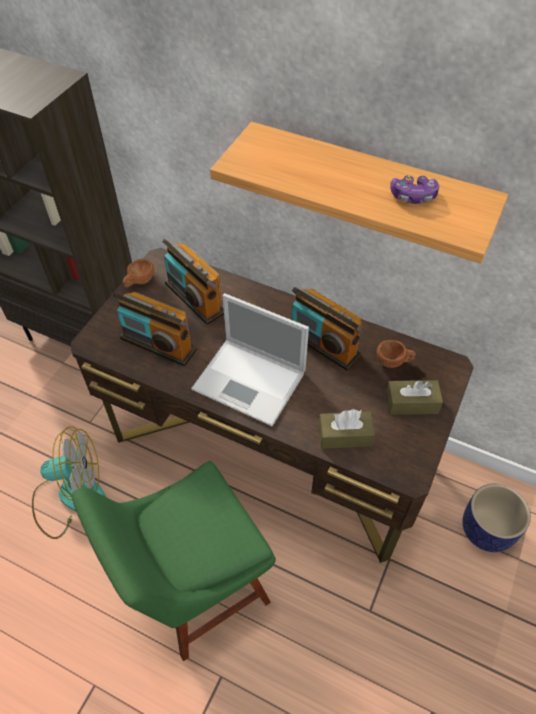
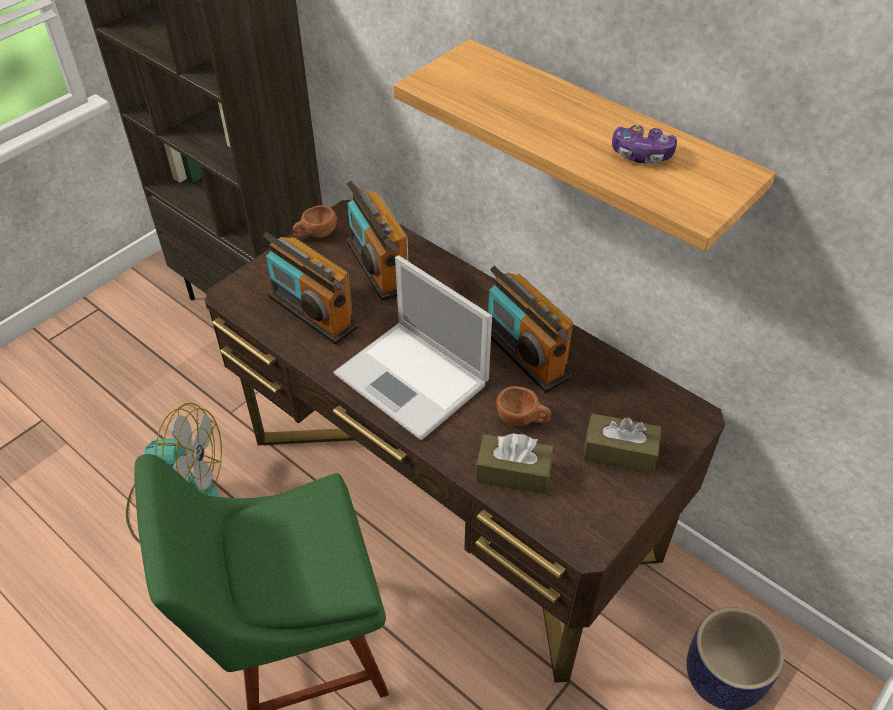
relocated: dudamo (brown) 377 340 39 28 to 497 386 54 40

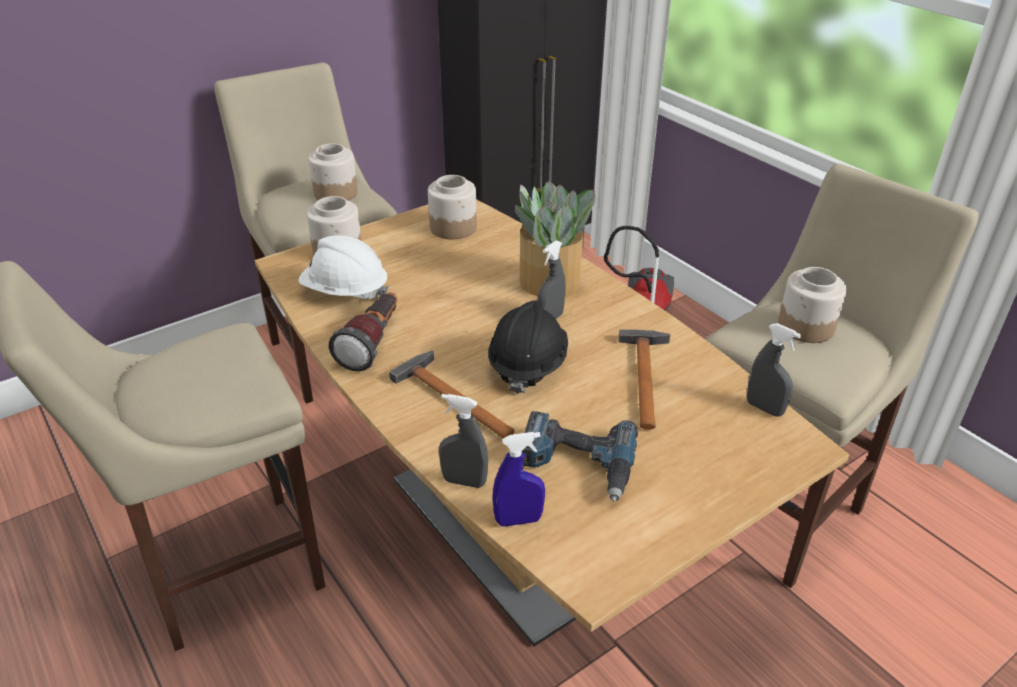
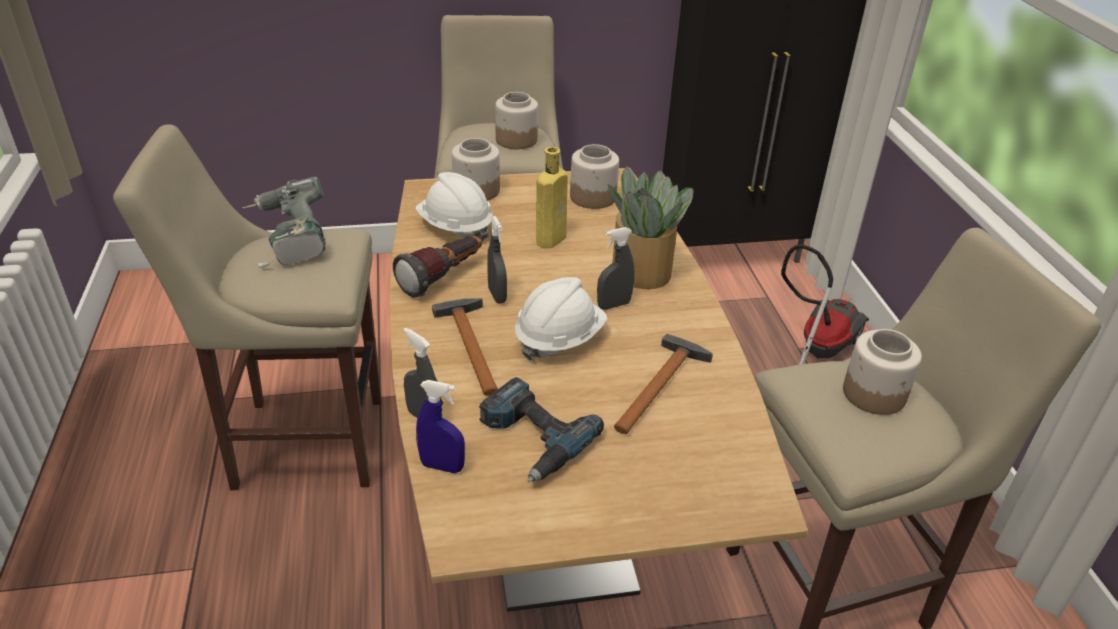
appeared: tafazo 242 176 84 92; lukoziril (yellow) 536 147 32 101
relocated: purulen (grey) 747 323 54 94 to 487 216 20 87
colour: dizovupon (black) 488 300 80 94 to dizovupon (white) 515 277 92 84

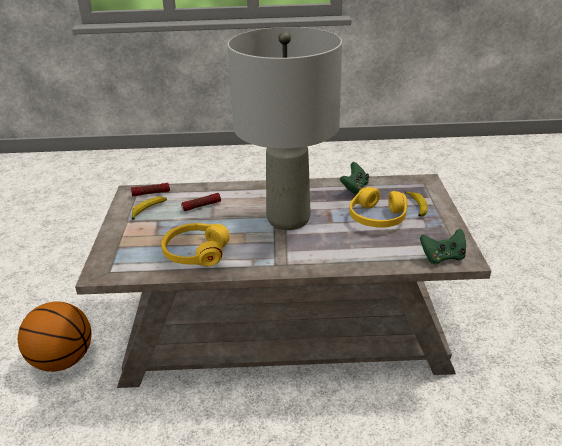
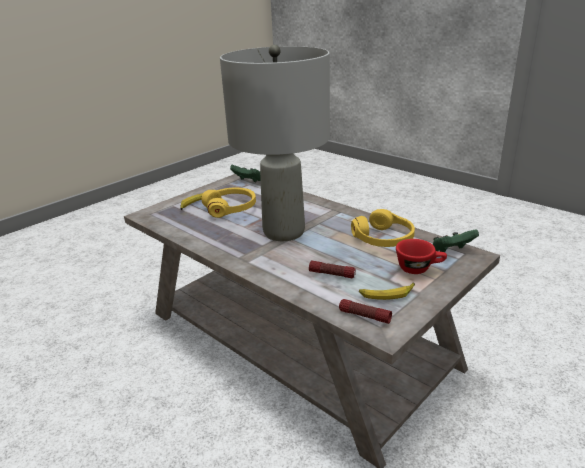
missing: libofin 18 302 74 70
appeared: dudamo (red) 396 239 51 35
relocated: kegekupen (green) 340 162 30 33 to 433 229 46 23

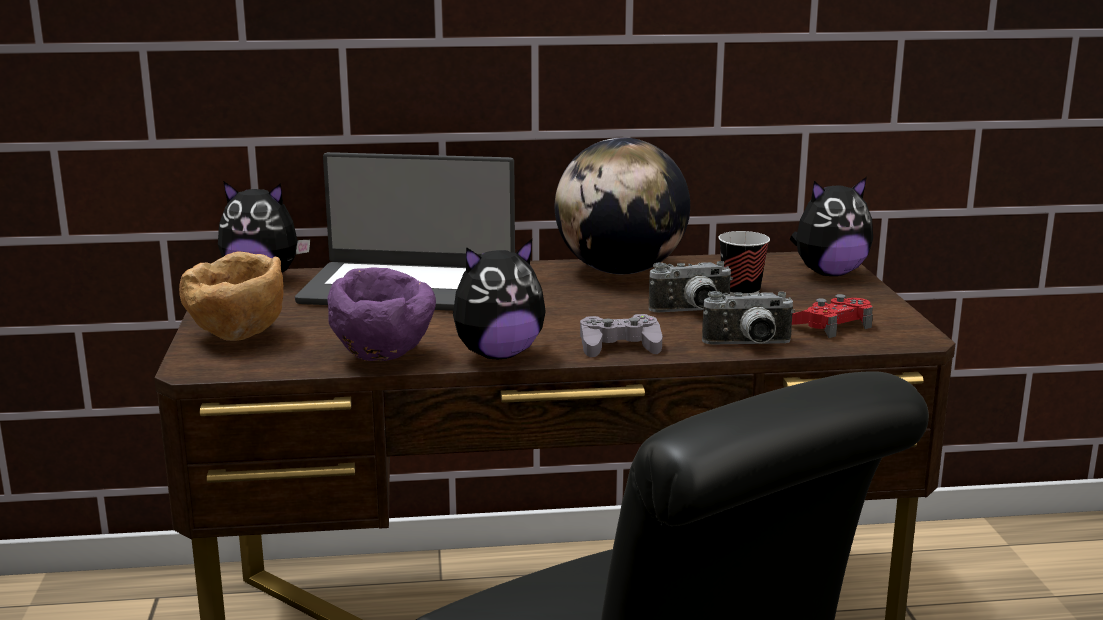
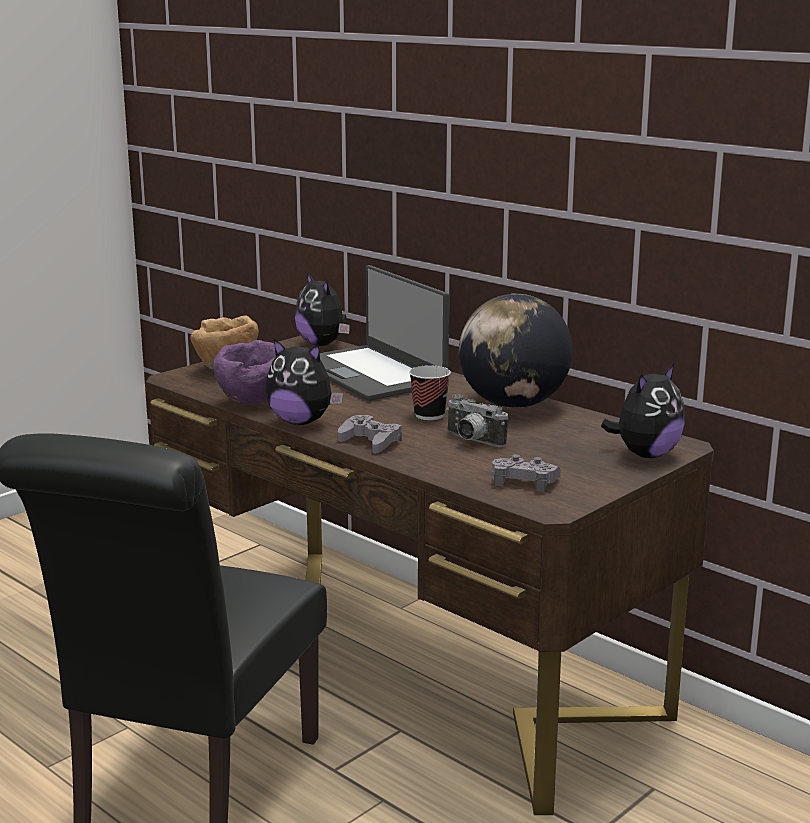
missing: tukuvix 702 291 93 53
relocated: dudamo 718 231 52 65 to 409 365 42 55
colour: kegekupen (red) 792 294 81 44 to kegekupen (grey) 492 454 69 38
spun: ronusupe 790 177 83 99 = 601 364 84 94 75 degrees counterclockwise

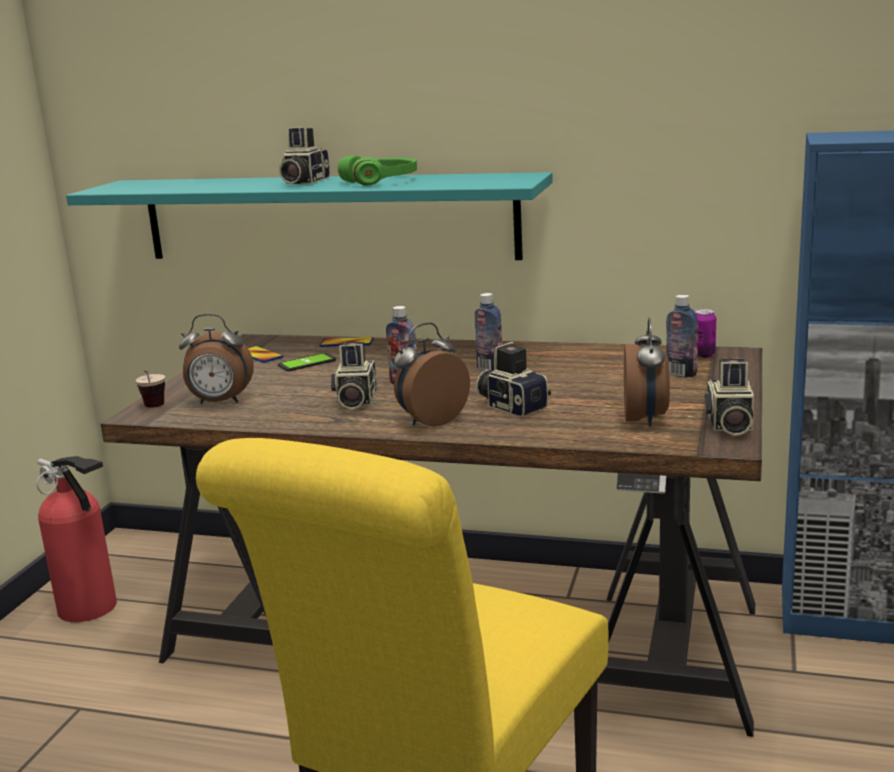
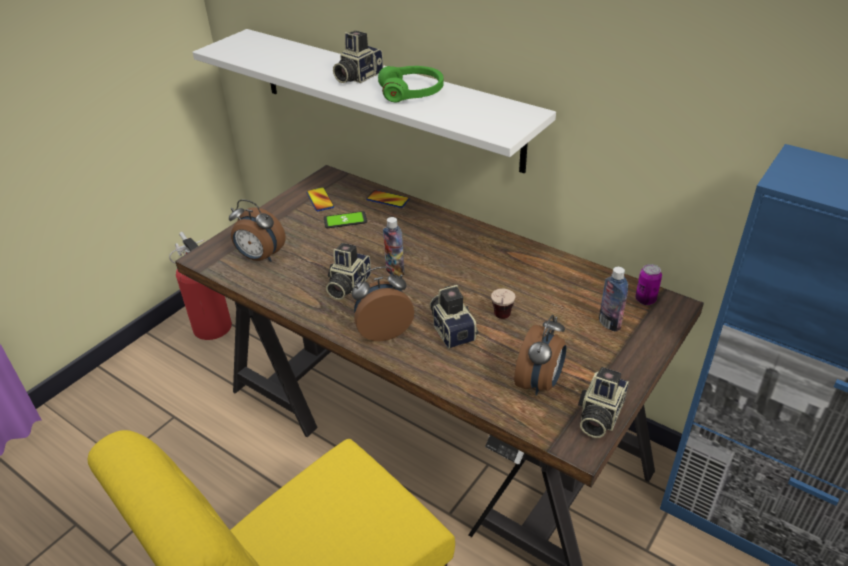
missing: lukoziril 475 293 27 78
relocated: dudamo 136 371 29 37 to 491 289 25 30
colour: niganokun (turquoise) 66 172 487 88 to niganokun (white) 192 29 364 144

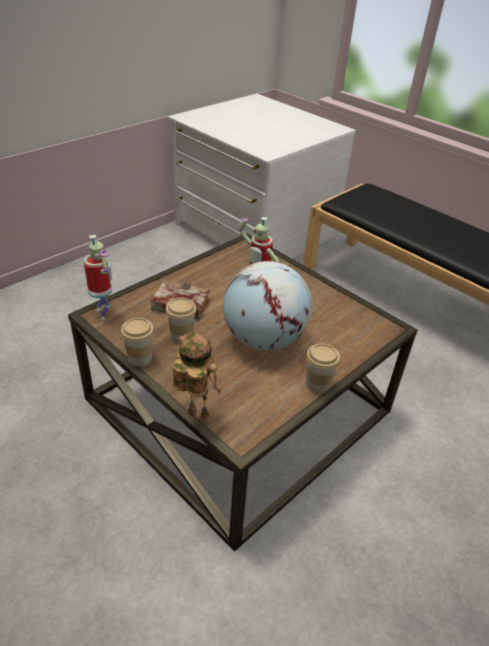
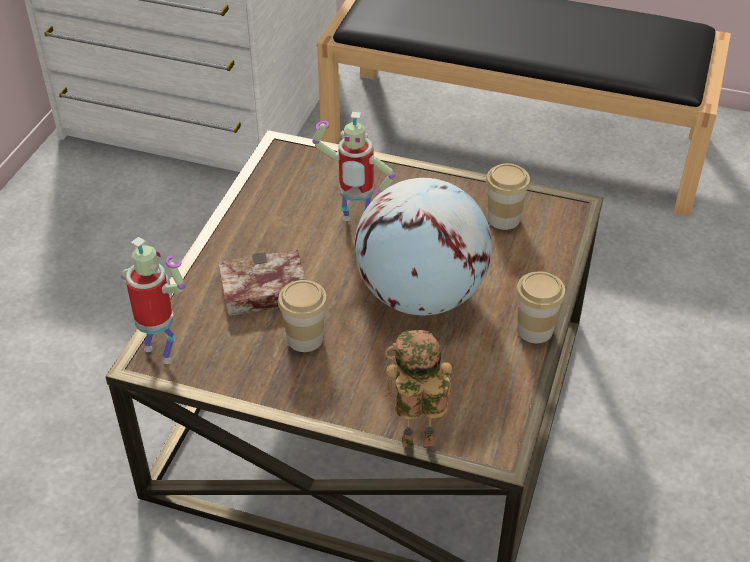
relocated: dudamo 121 318 33 48 to 486 163 44 67

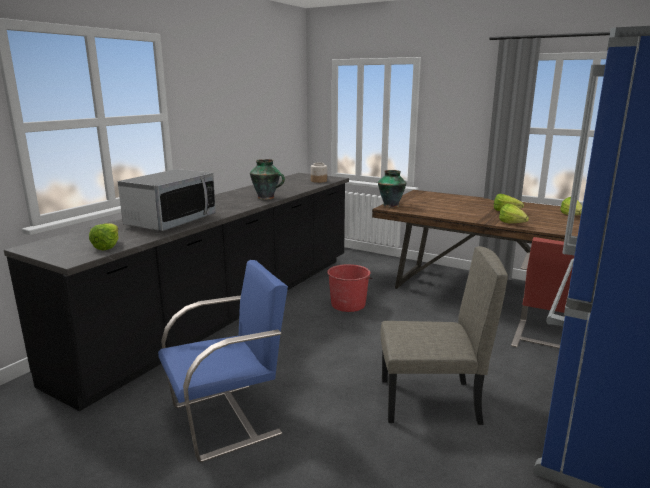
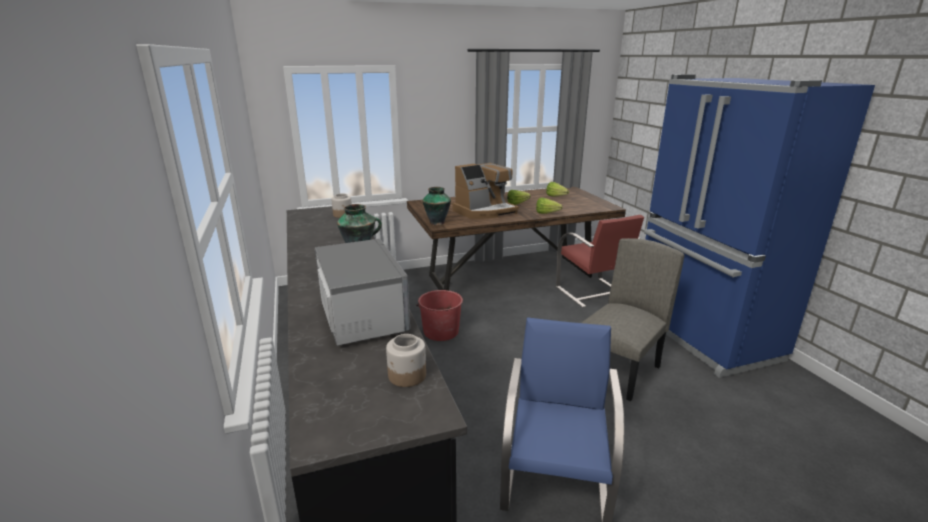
appeared: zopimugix 452 163 67 56
exchanged: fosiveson 89 223 30 28 to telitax 386 334 40 53

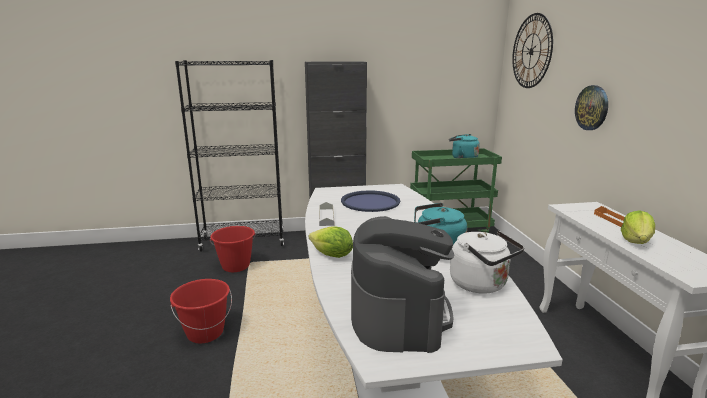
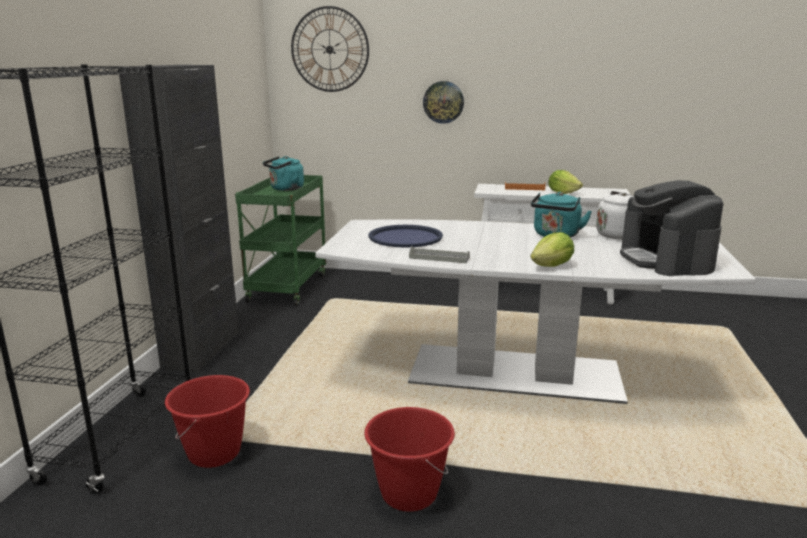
spun: zopimugix 351 216 103 137 = 620 180 103 96 120 degrees counterclockwise

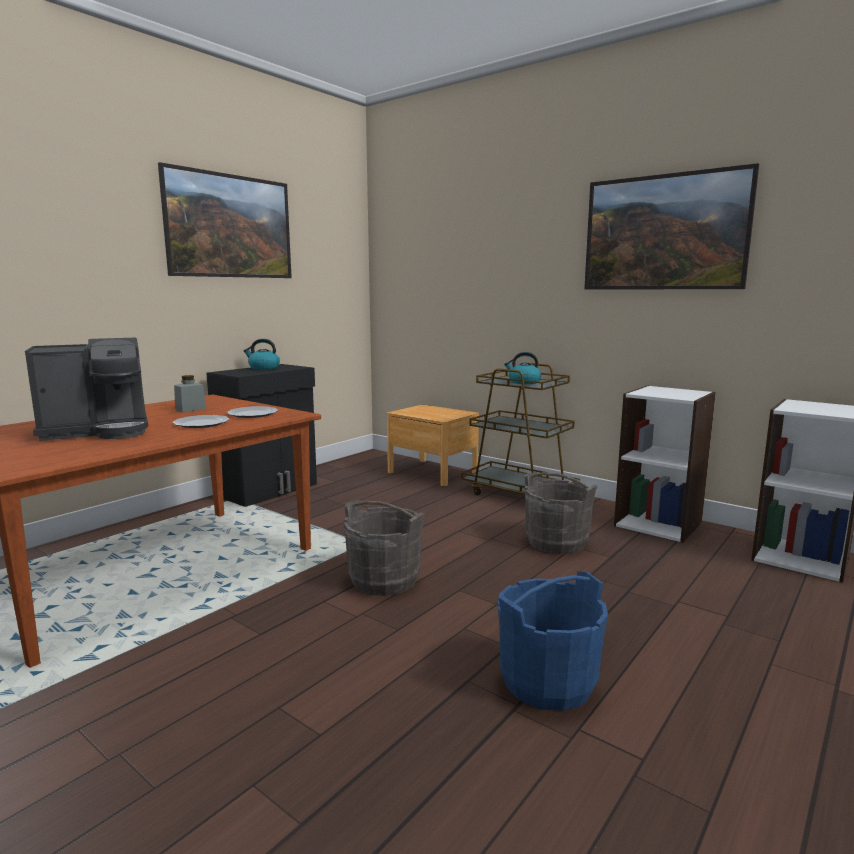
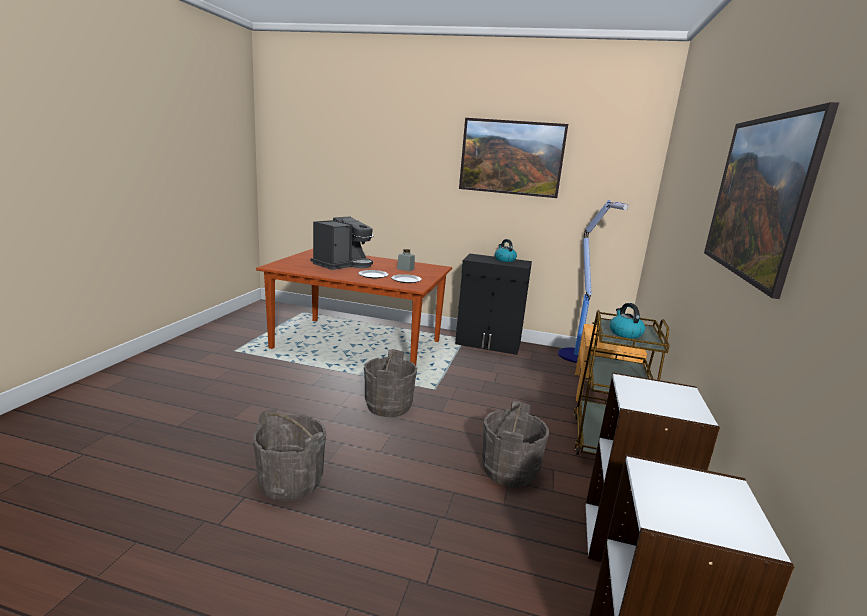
appeared: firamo 558 200 70 163
colour: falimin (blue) 498 571 110 140 to falimin (grey) 253 408 73 93
spun: zopimugix 25 338 123 103 = 311 217 63 53 90 degrees counterclockwise

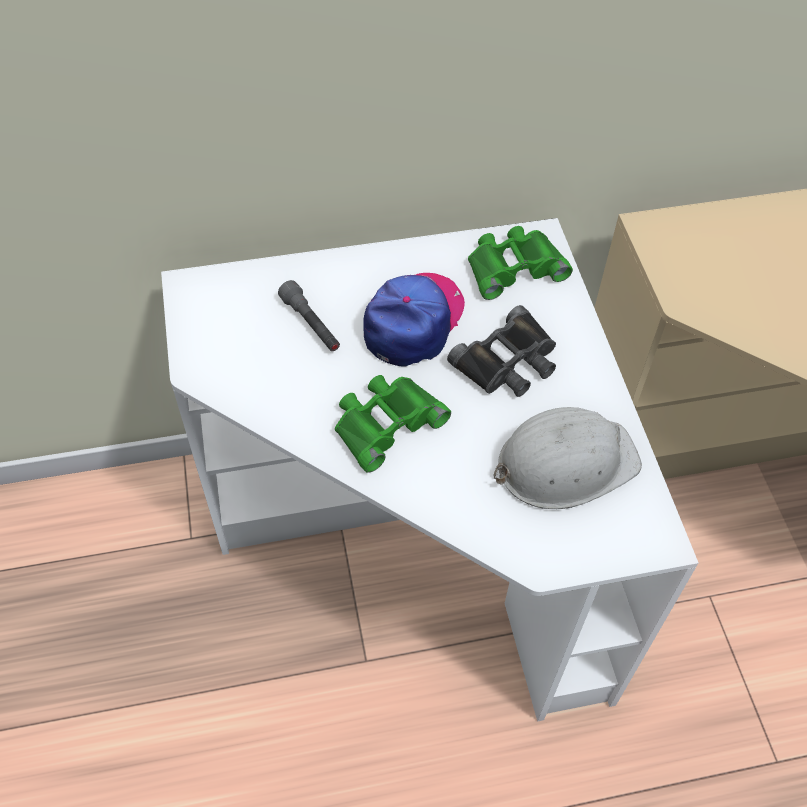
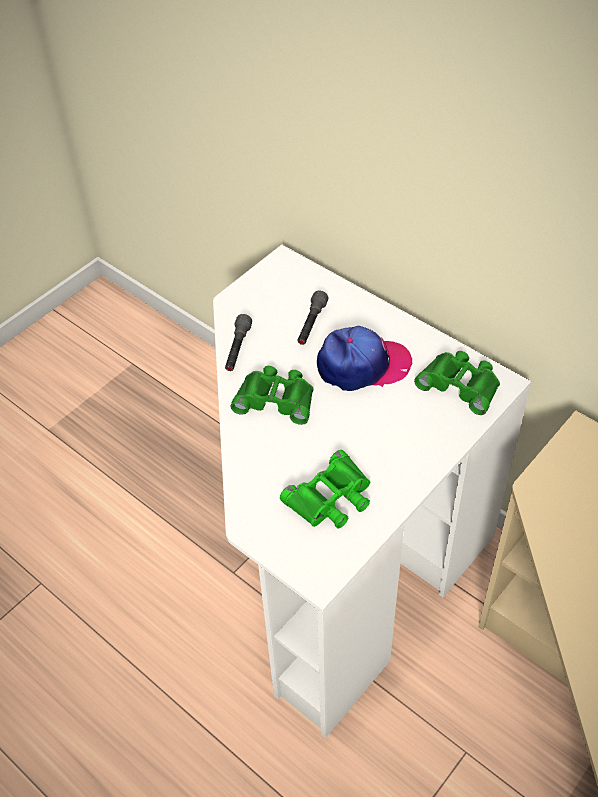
missing: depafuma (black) 447 305 109 92
appeared: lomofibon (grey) 225 314 27 57
exchanged: dizovupon (white) 494 407 148 102 to depafuma (green) 280 450 90 78

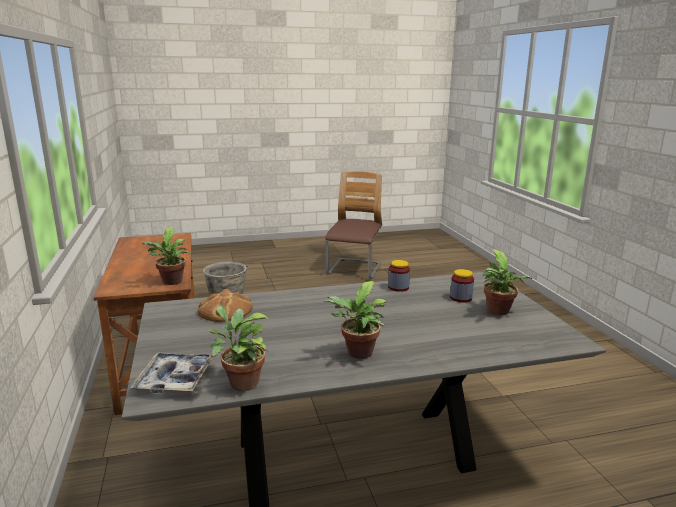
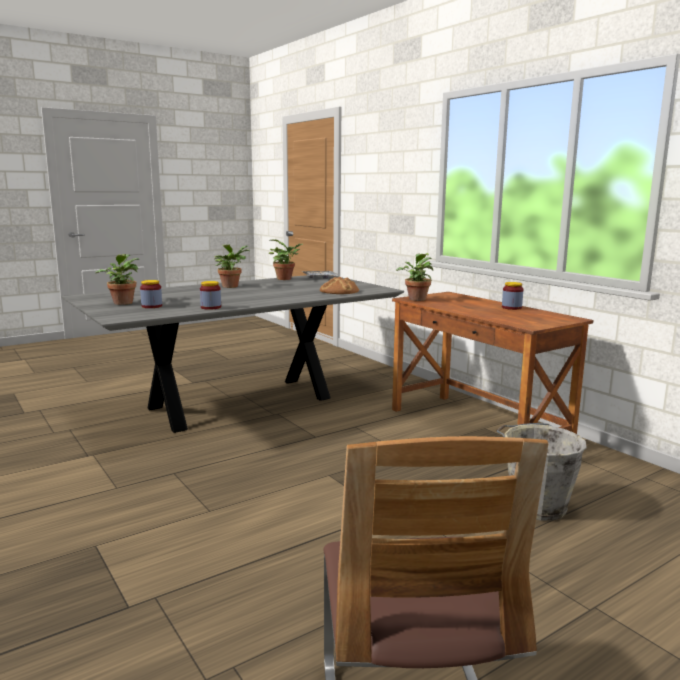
appeared: telitax 502 282 21 28

